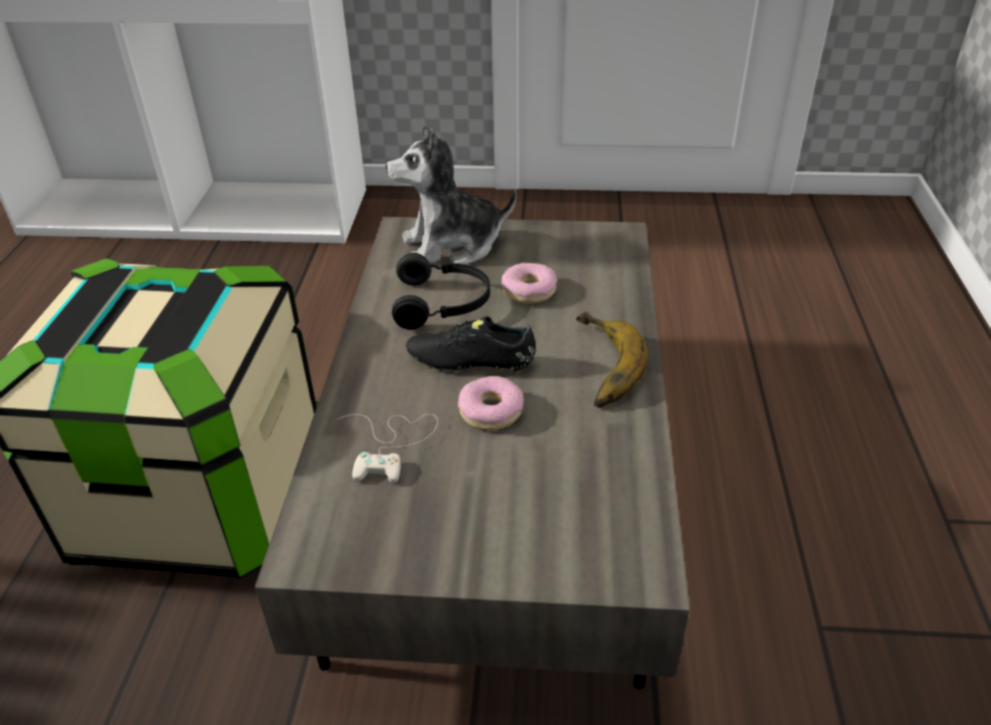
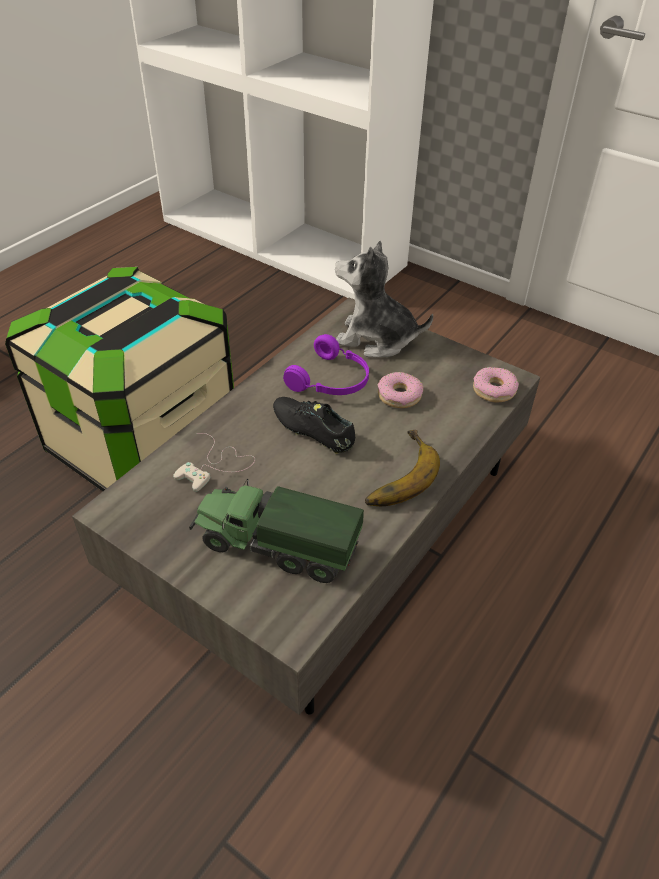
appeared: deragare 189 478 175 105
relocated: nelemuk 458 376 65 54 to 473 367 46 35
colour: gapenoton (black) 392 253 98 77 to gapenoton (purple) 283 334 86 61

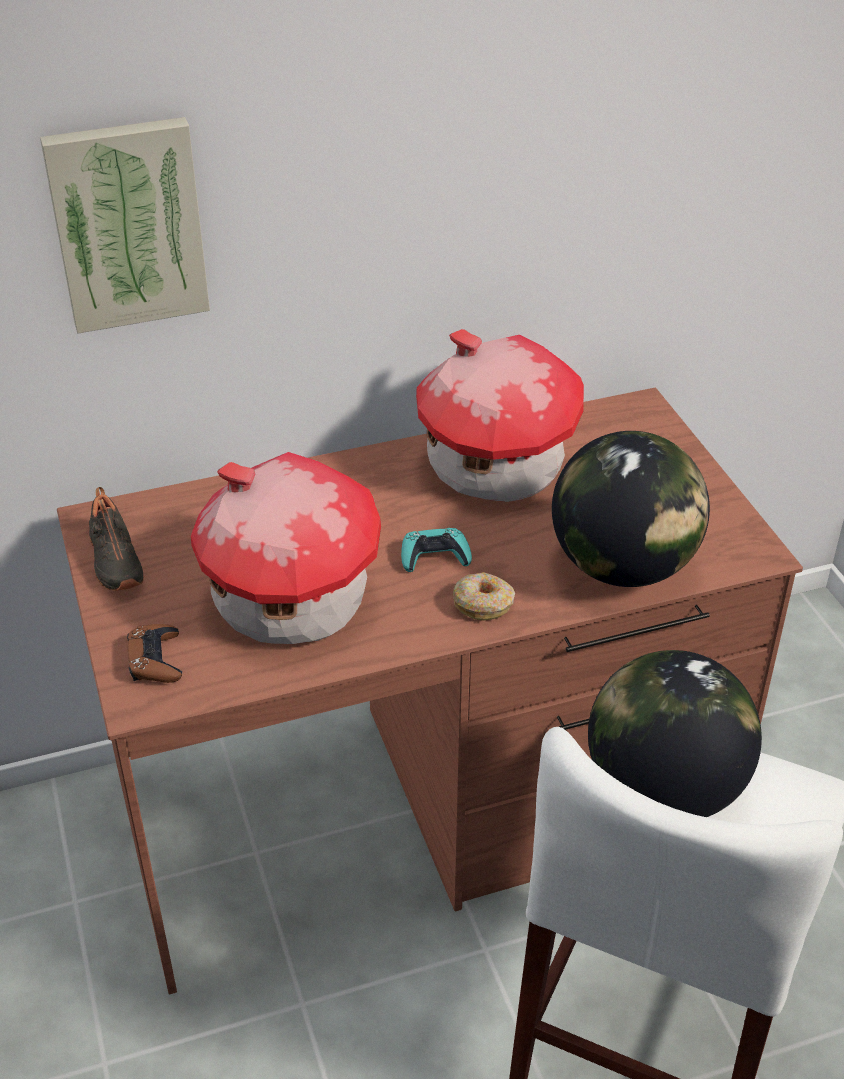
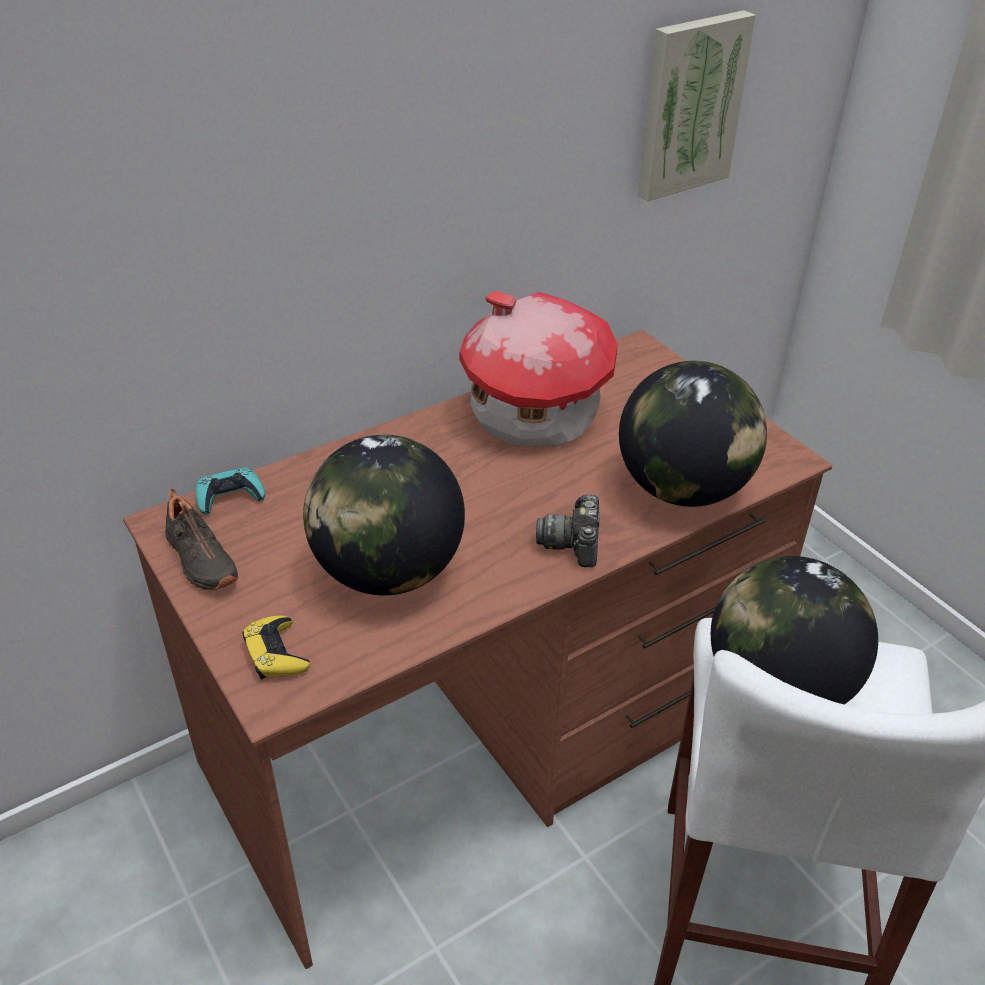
relocated: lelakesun 40 117 170 217 to 638 10 118 191; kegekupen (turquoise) 401 528 71 44 to 196 468 69 47
exchanged: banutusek 191 452 190 192 to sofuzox 303 435 162 160; nelemuk 453 572 62 49 to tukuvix 536 495 64 72
colour: kegekupen (brown) 127 624 55 59 to kegekupen (yellow) 242 616 68 64

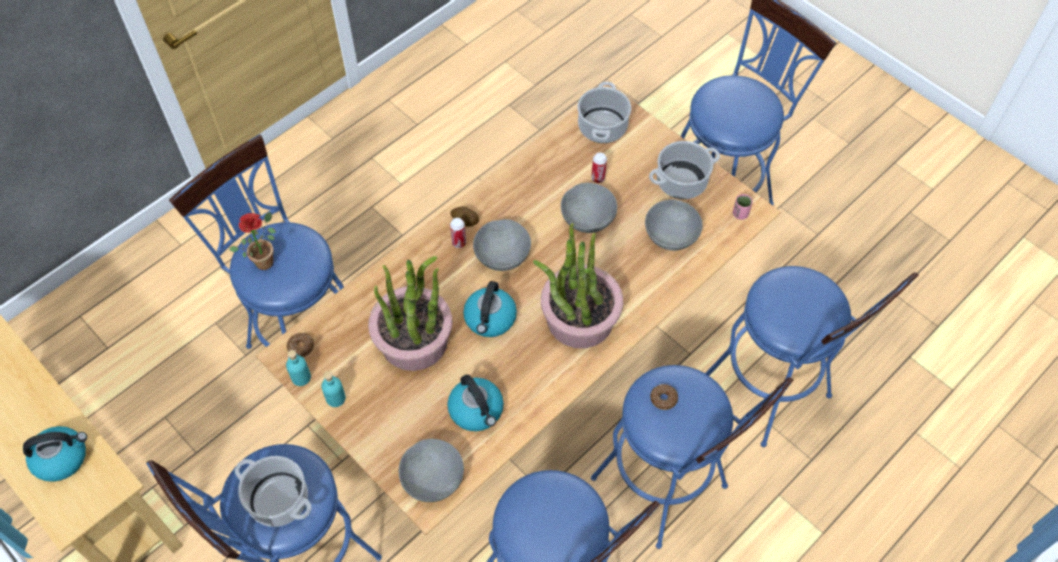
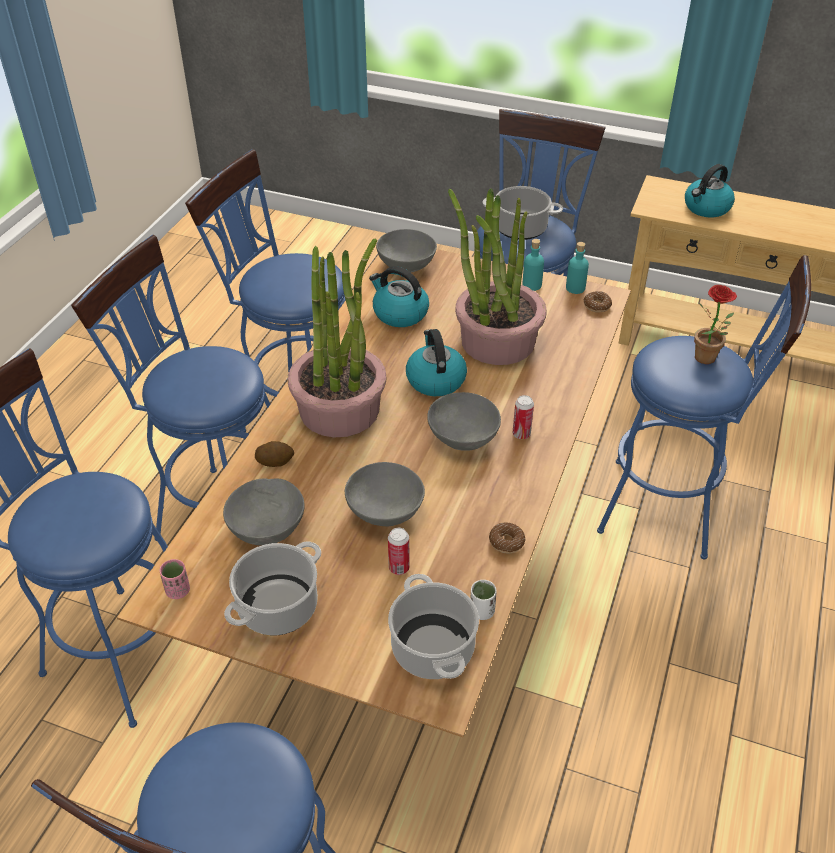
appeared: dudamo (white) 470 580 27 40
relocated: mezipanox 450 206 29 20 to 255 441 39 26; nelemuk 650 384 28 26 to 489 522 36 31

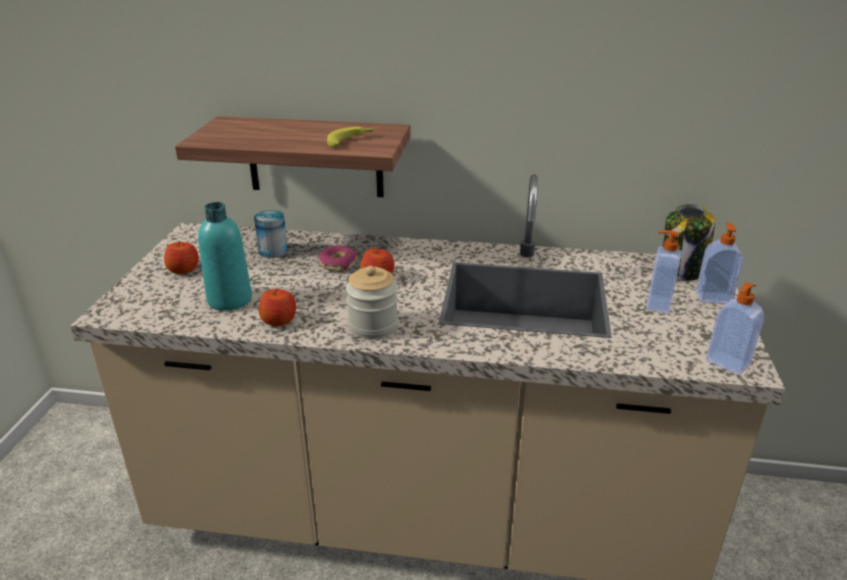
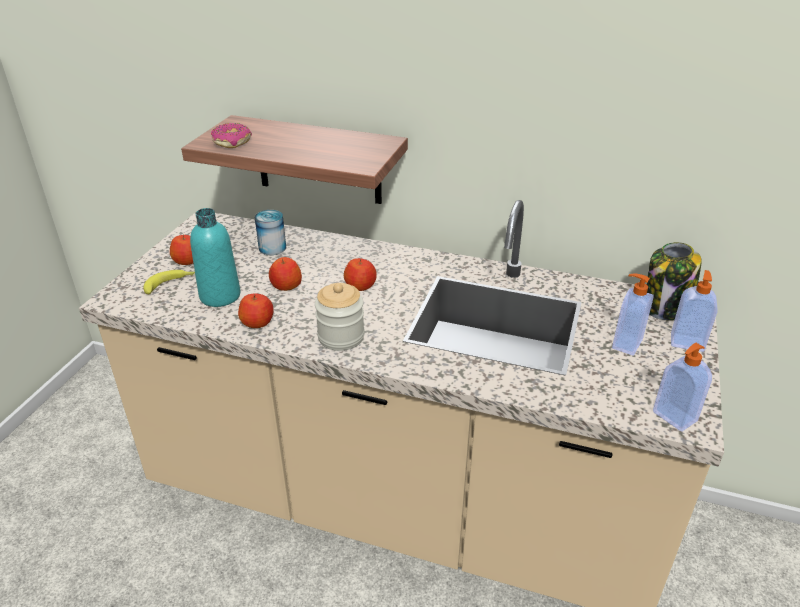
appeared: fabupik 269 257 33 34
relocated: nelemuk 319 245 38 27 to 211 123 41 25; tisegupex 327 127 47 21 to 144 270 51 24

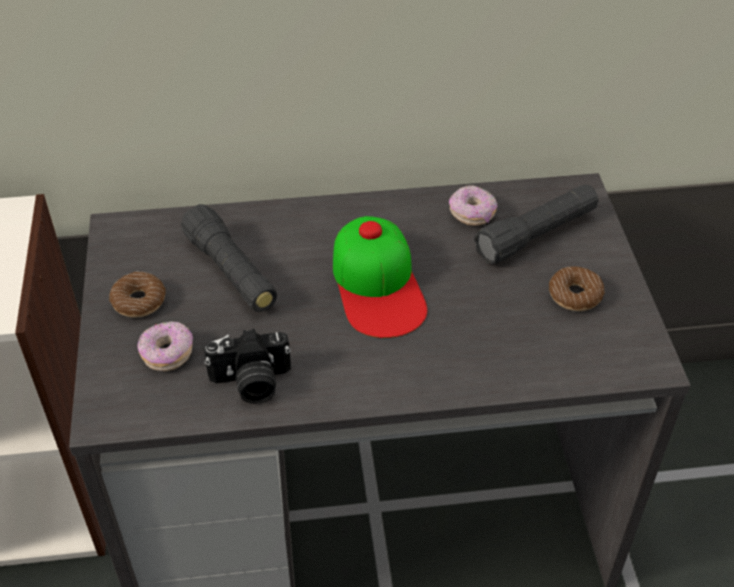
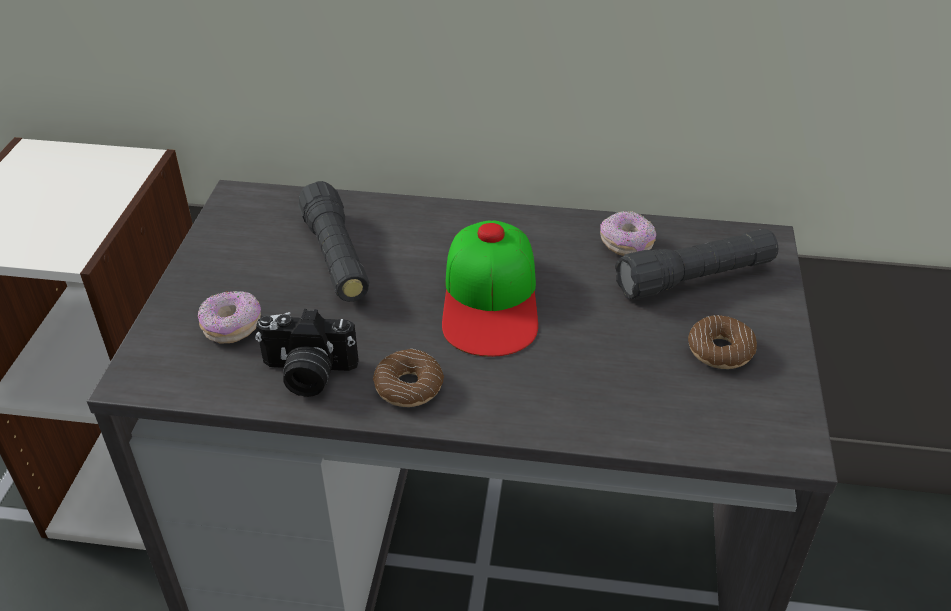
relocated: nelemuk 109 272 57 46 to 373 349 71 58

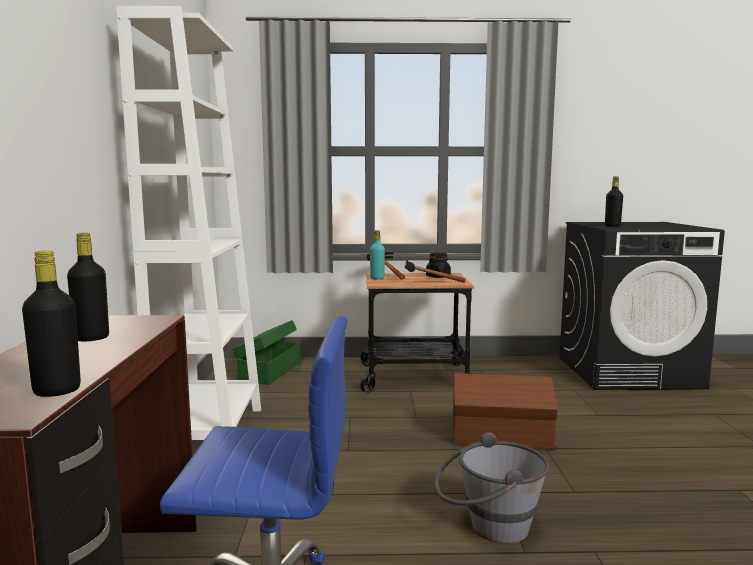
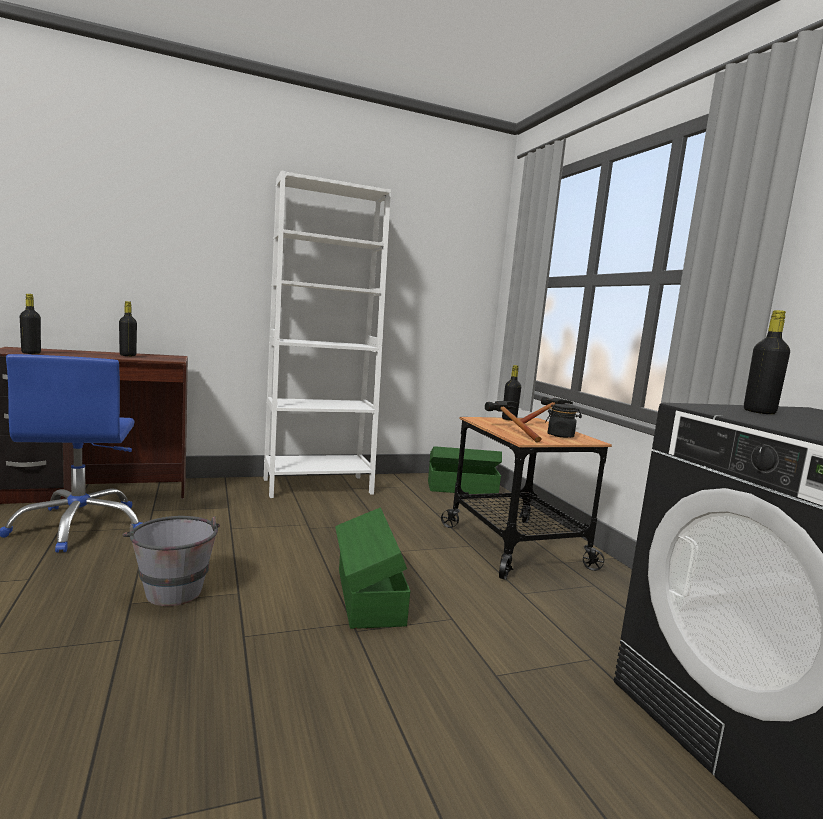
colour: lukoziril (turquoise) 370 230 15 50 to lukoziril (black) 502 365 19 56; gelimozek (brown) 453 373 105 77 to gelimozek (green) 335 507 75 122

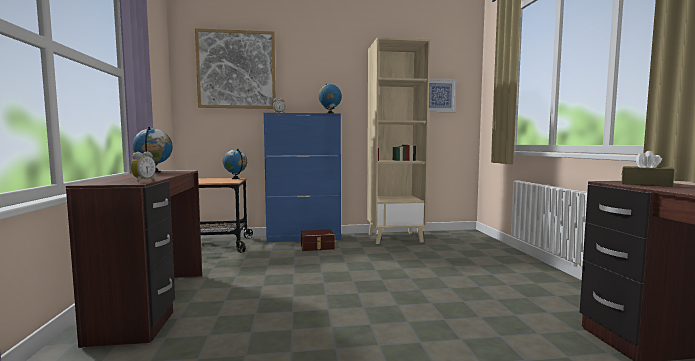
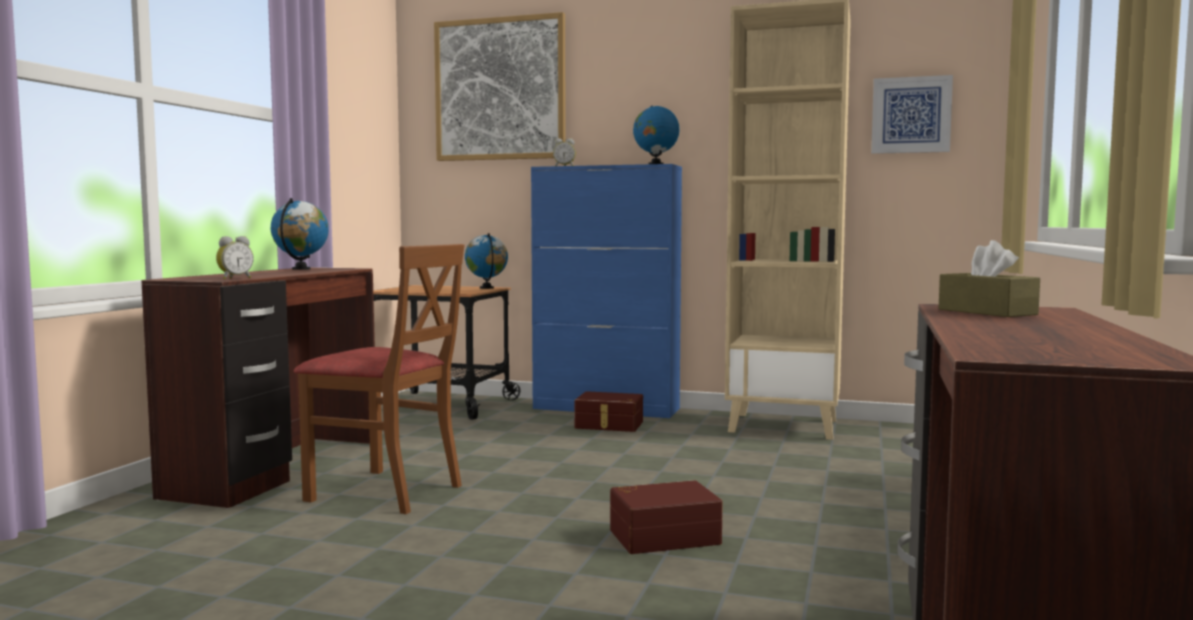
appeared: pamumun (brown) 294 244 170 270; gelimozek (brown) 610 480 113 74

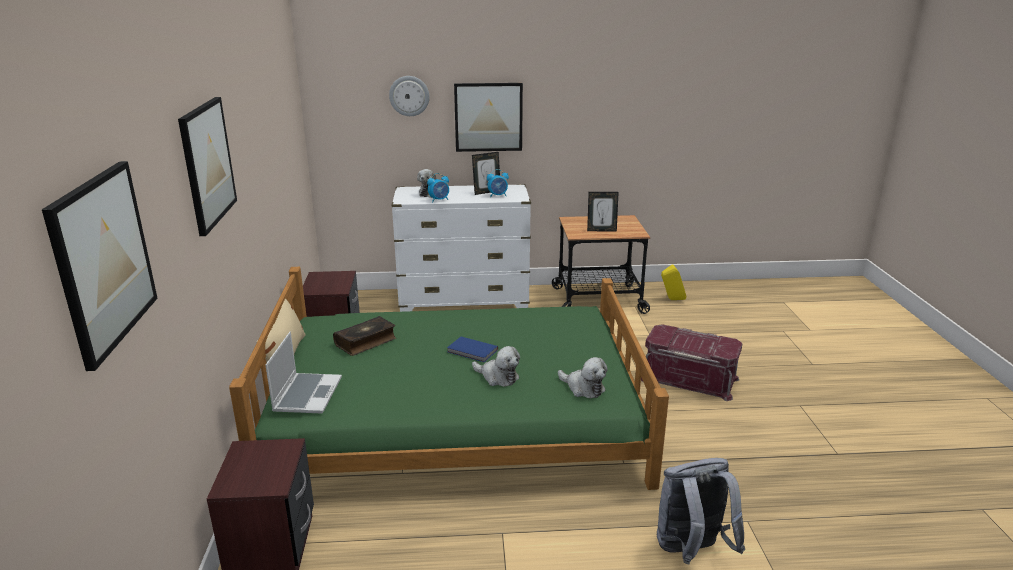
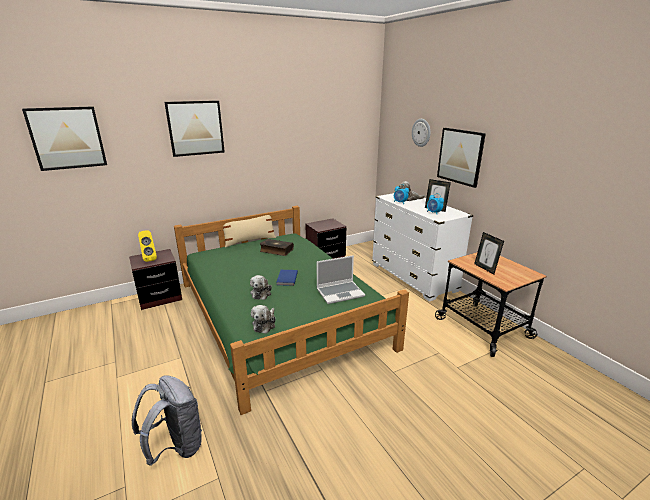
missing: gelimozek (red) 641 324 101 77
relocated: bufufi 265 332 77 82 to 317 255 48 49; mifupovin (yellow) 661 264 25 36 to 138 230 19 32

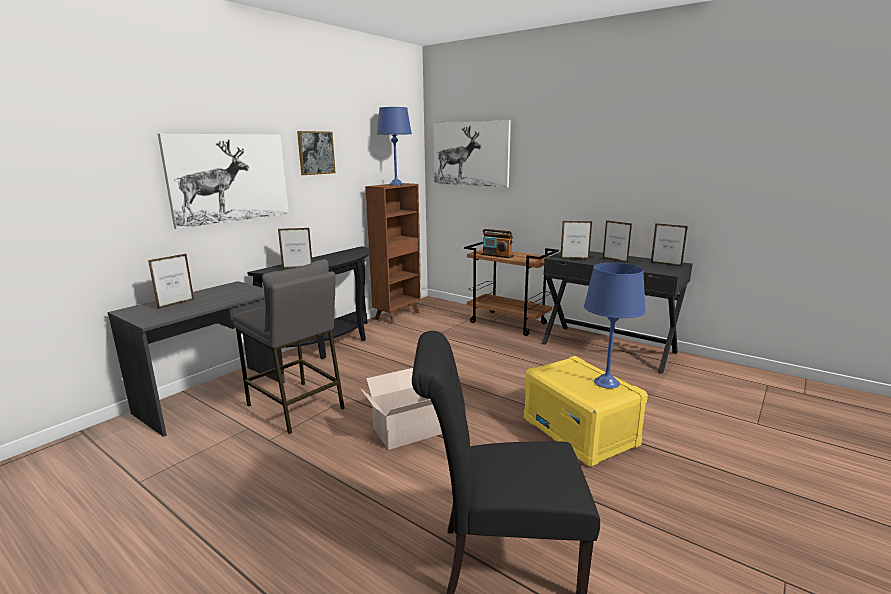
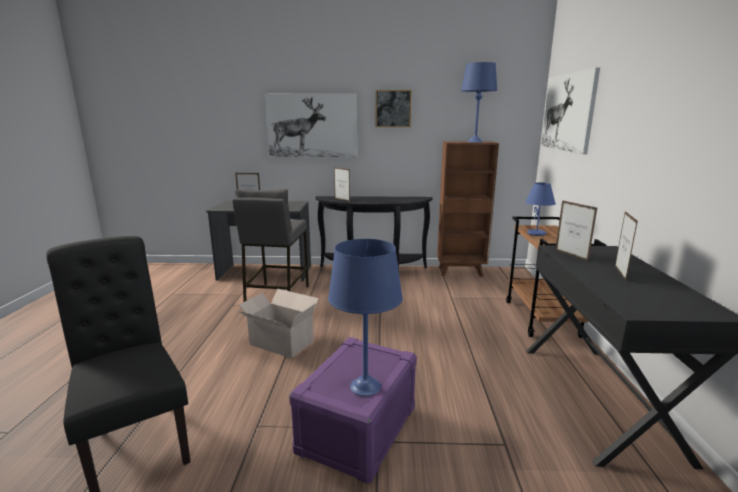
missing: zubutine 651 223 37 44
exchanged: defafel 481 229 33 29 to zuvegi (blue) 525 182 31 54
colour: gelimozek (yellow) 524 356 124 111 to gelimozek (purple) 289 337 128 147

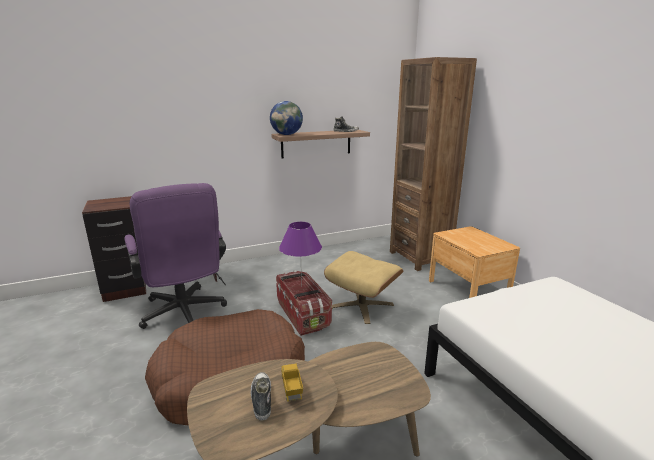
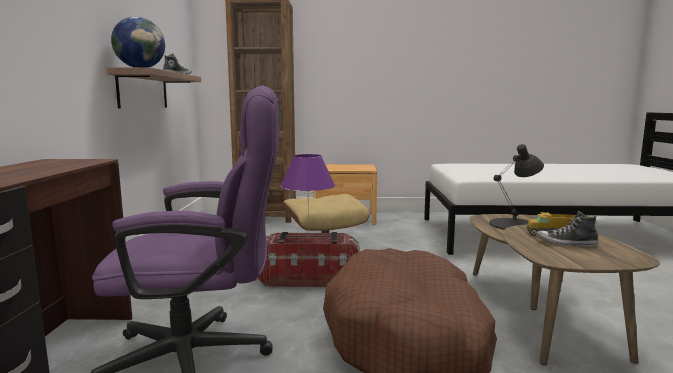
appeared: zuvegi (black) 489 144 55 86

